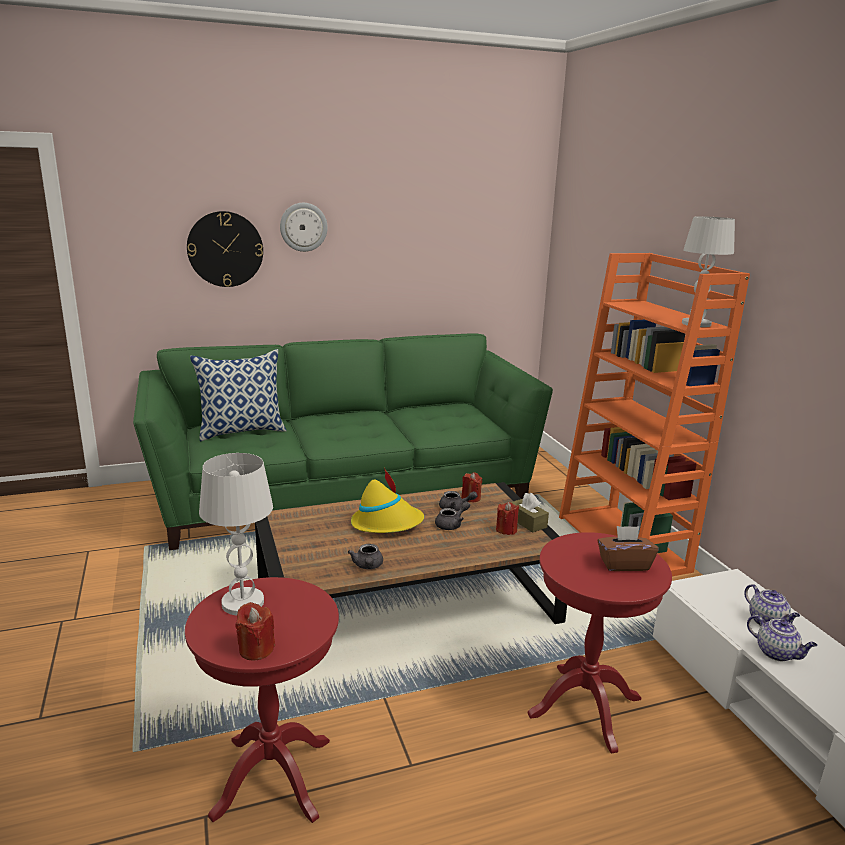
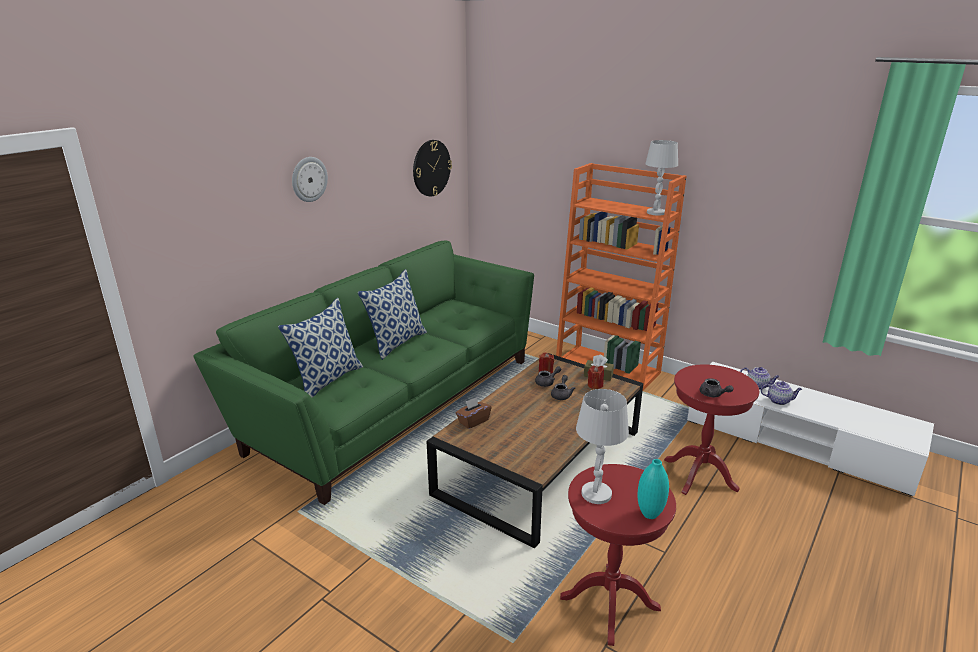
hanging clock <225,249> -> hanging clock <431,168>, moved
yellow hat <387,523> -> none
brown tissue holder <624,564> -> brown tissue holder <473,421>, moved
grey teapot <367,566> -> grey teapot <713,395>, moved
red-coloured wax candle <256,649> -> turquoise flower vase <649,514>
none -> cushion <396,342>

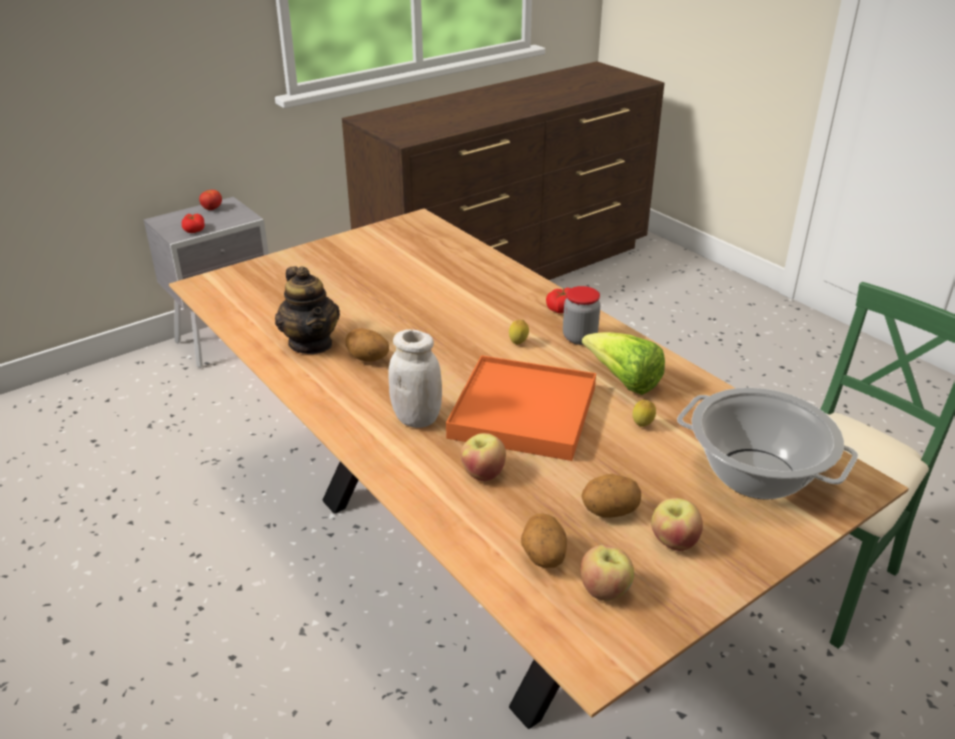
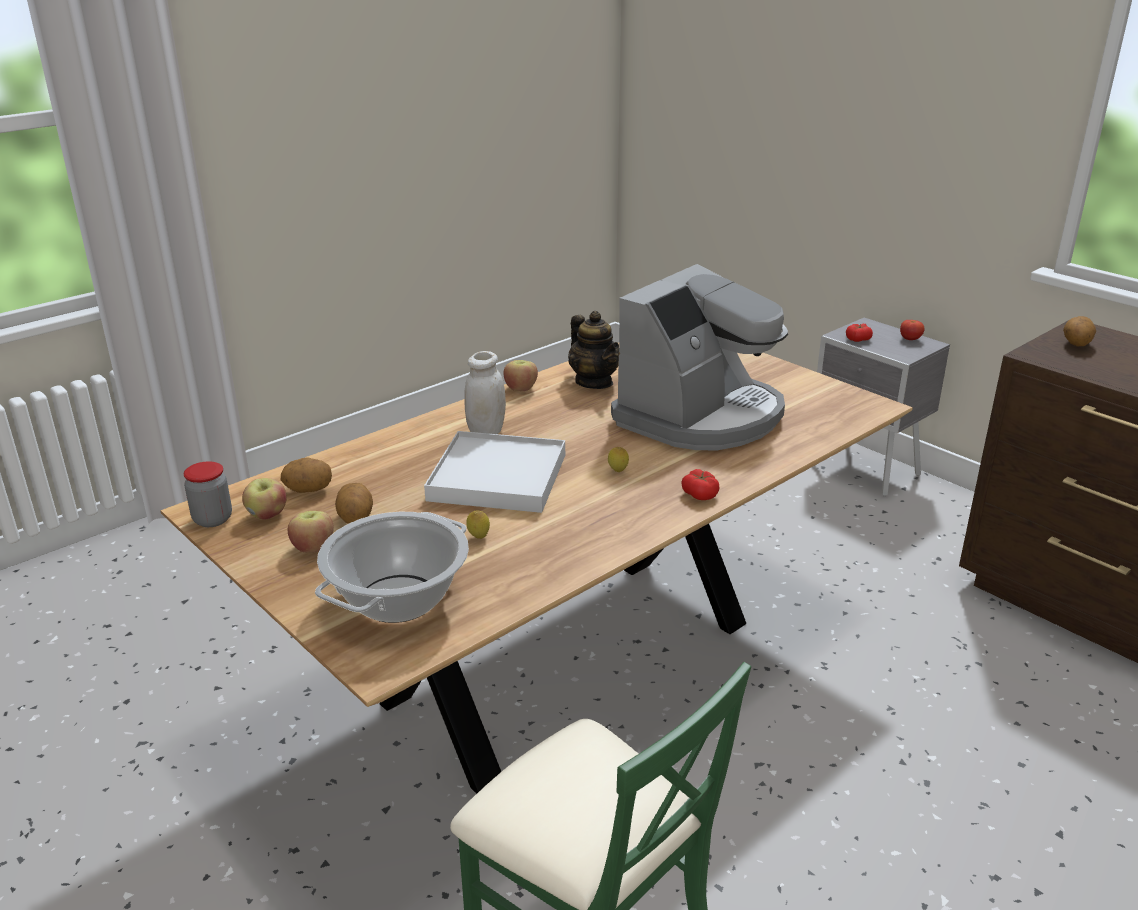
teapot <311,343> -> teapot <594,382>, 90 degrees counterclockwise
storage jar <579,338> -> storage jar <213,519>, moved
whole potato <367,359> -> whole potato <1076,344>, moved
lettuce <623,381> -> none
orange-coloured tray <523,412> -> white-coloured tray <498,477>
apple fruit <482,473> -> apple fruit <521,388>, moved
none -> coffee brewer <701,416>

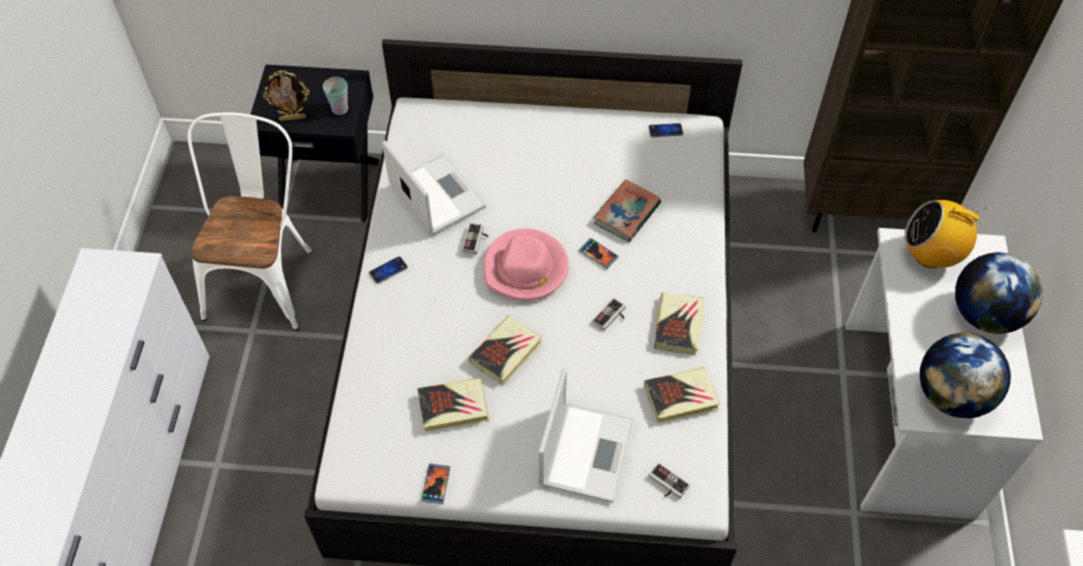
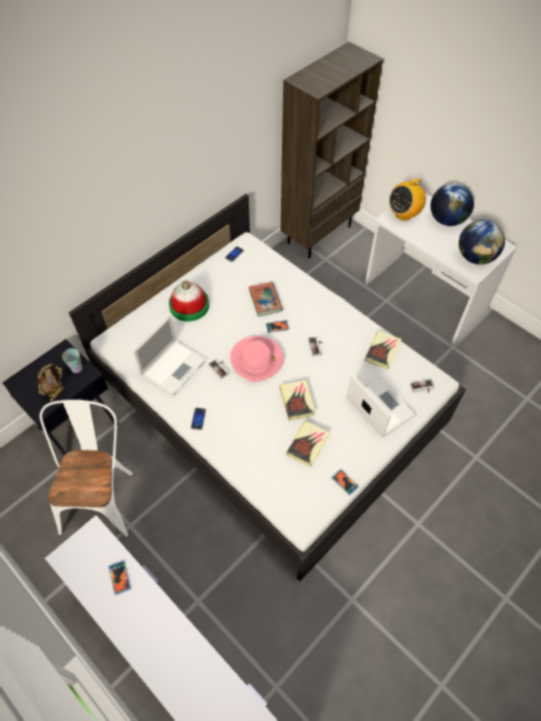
white-coloured plain chair <264,276> -> white-coloured plain chair <101,496>, 45 degrees clockwise
laptop <435,194> -> laptop <174,366>, 120 degrees clockwise
volume <678,326> -> none
none -> hat <189,305>
none -> telephone <119,577>

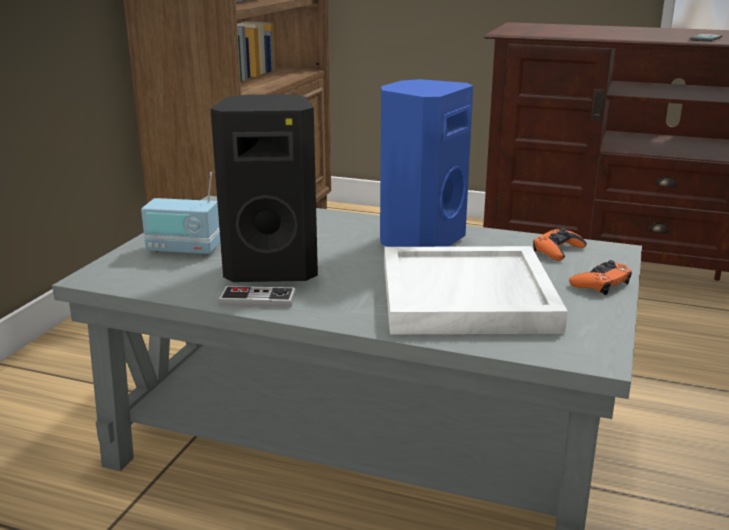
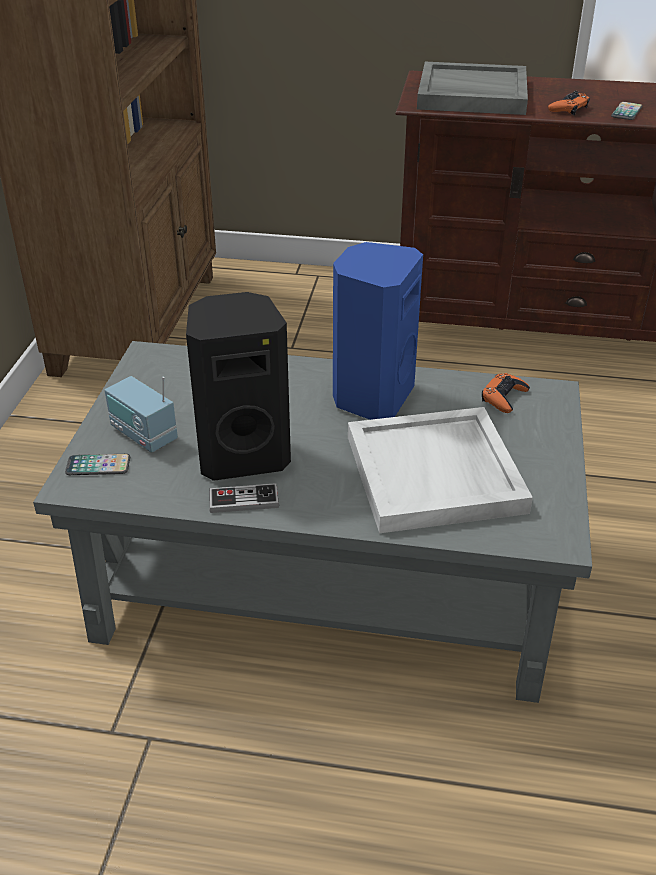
radio receiver <183,250> -> radio receiver <143,435>, 45 degrees clockwise
orange-coloured gamepad <600,283> -> orange-coloured gamepad <568,108>, moved
none -> grey tray <471,94>
none -> telephone <98,466>

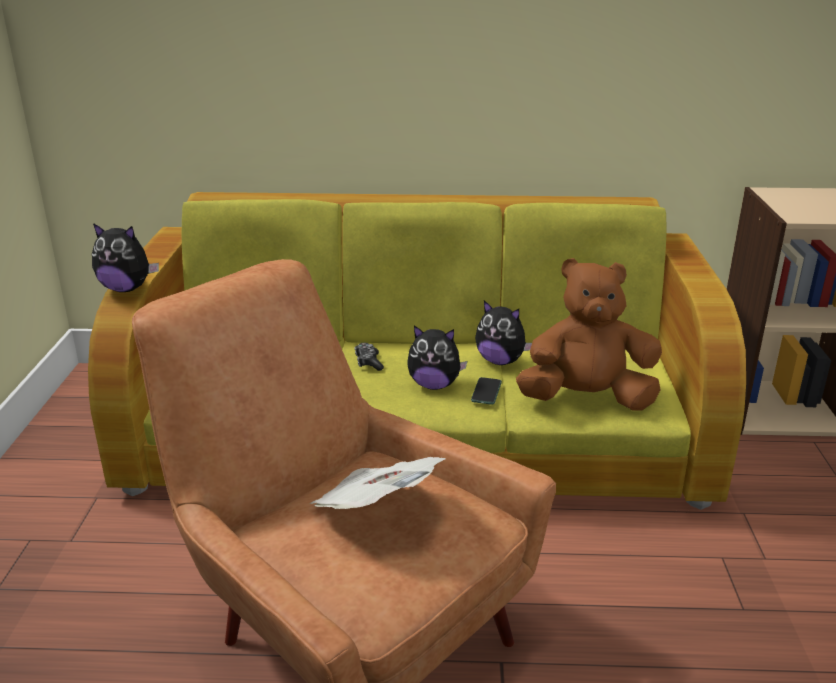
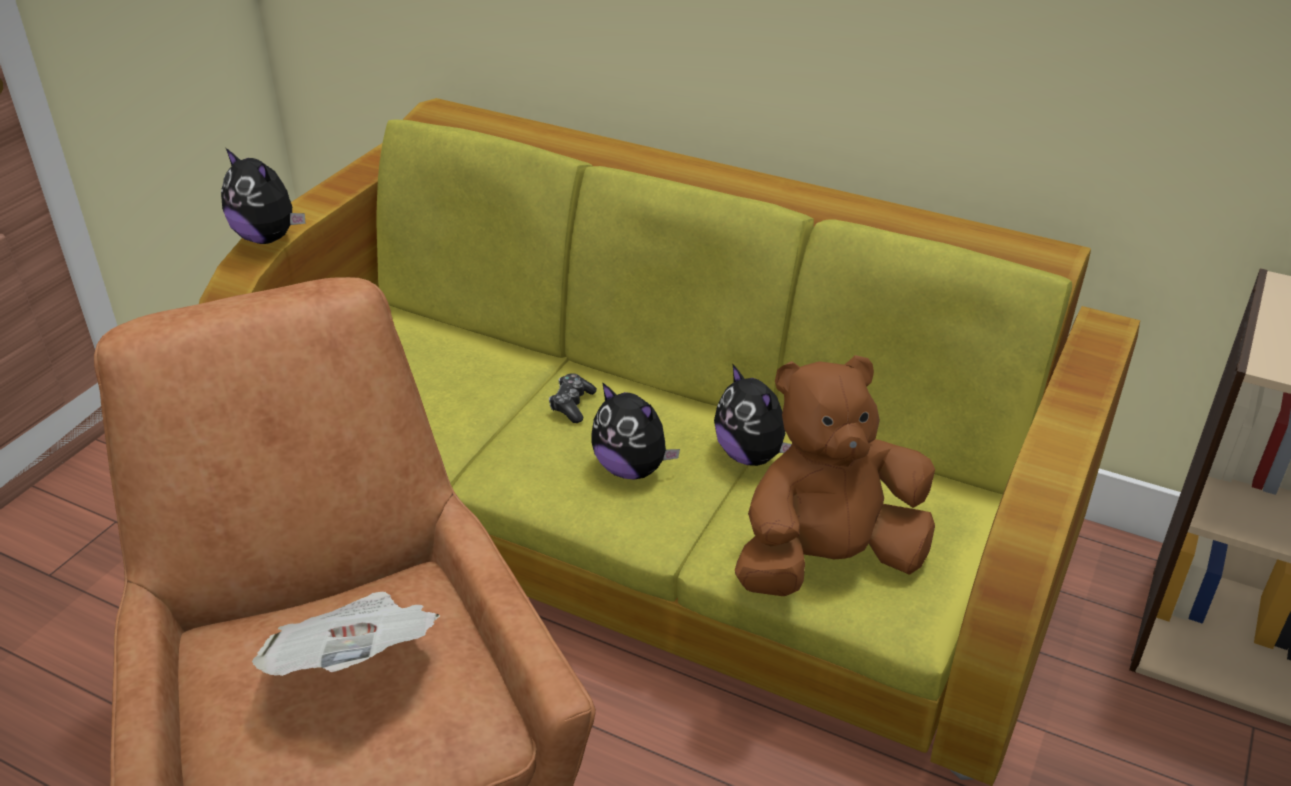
brown cuddly toy <586,399> -> brown cuddly toy <827,560>, 45 degrees counterclockwise
telephone <486,392> -> none

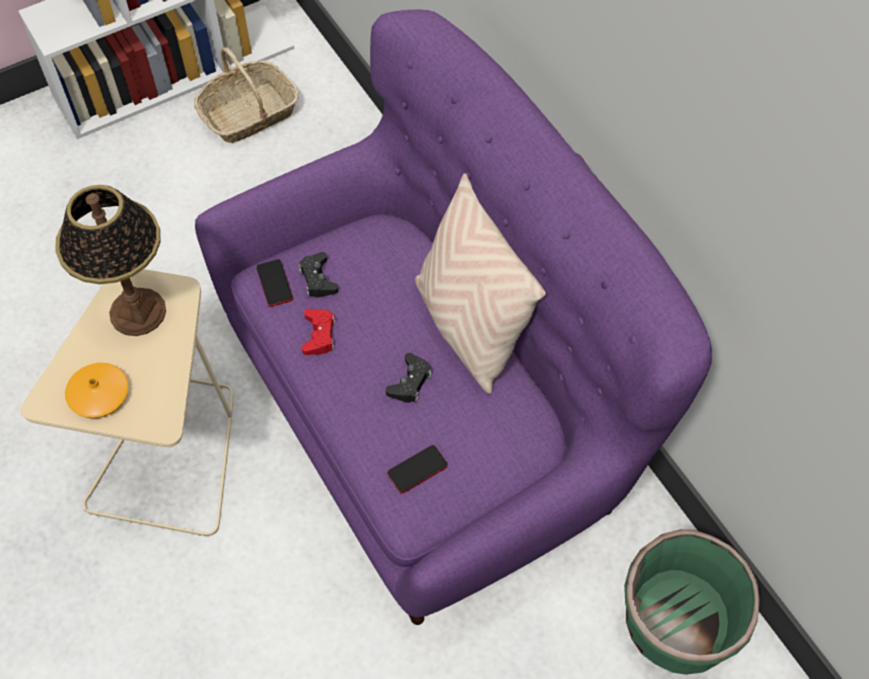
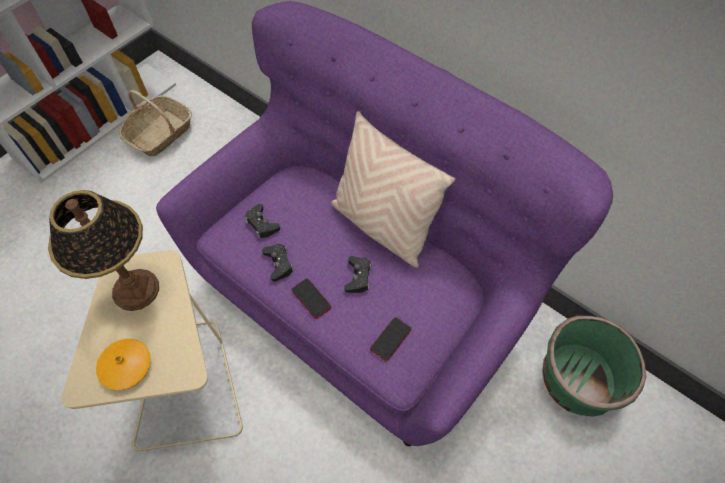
telephone <274,283> -> telephone <311,299>, moved
red-coloured gamepad <319,335> -> blackish gamepad <279,264>

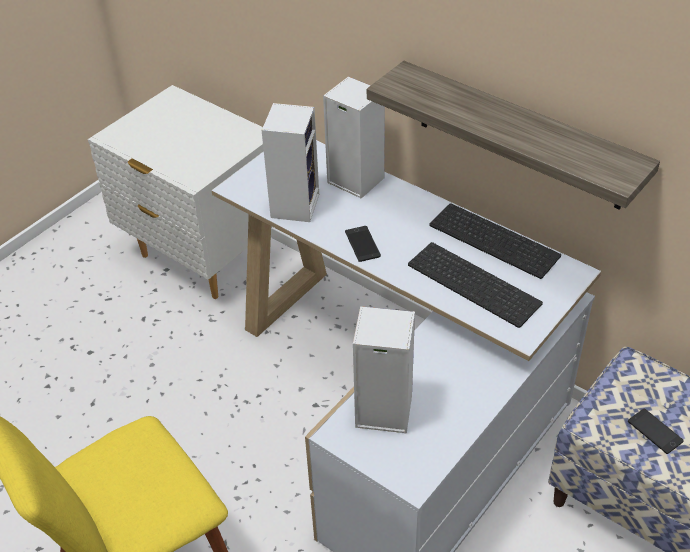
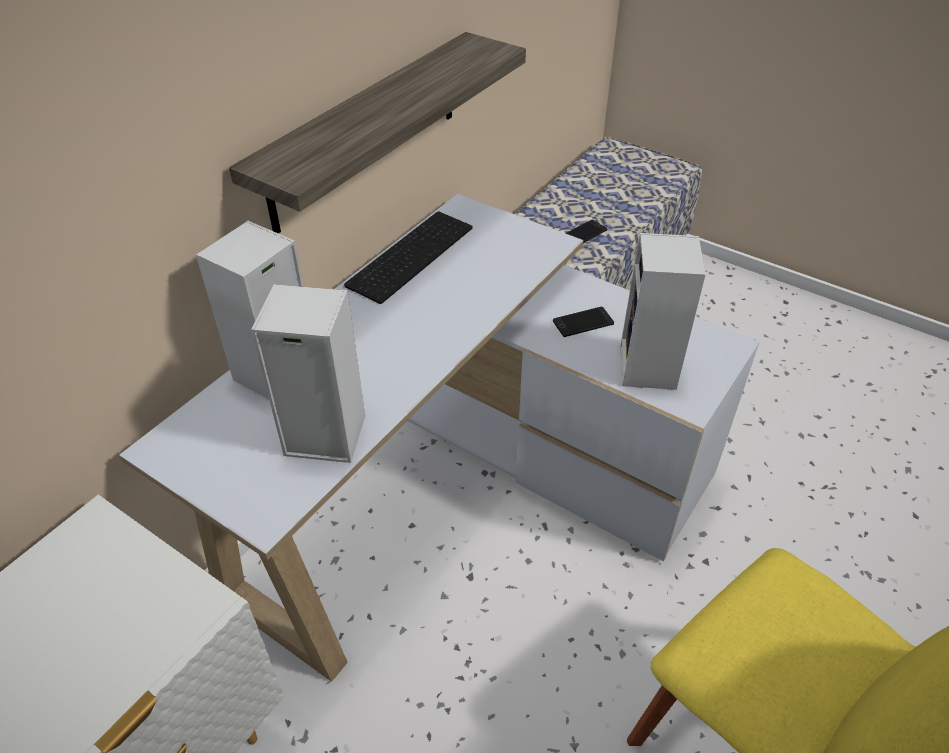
telephone <362,244> -> telephone <583,322>, moved
PC keyboard <476,283> -> none

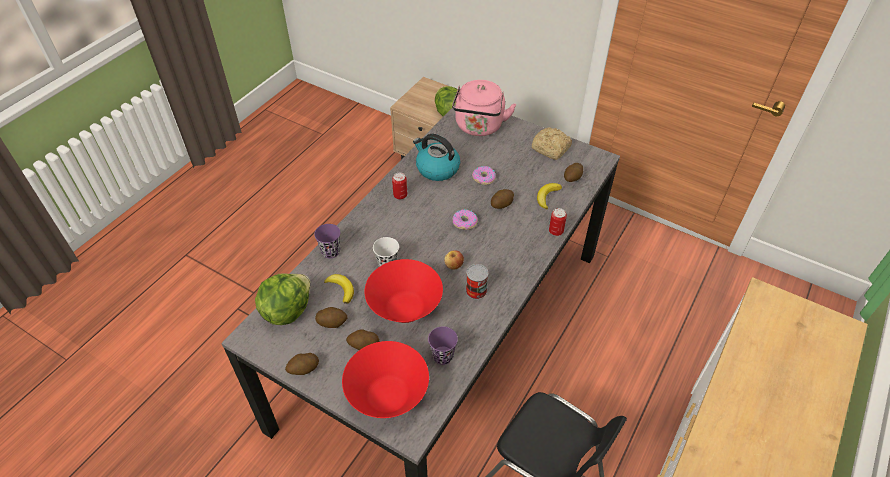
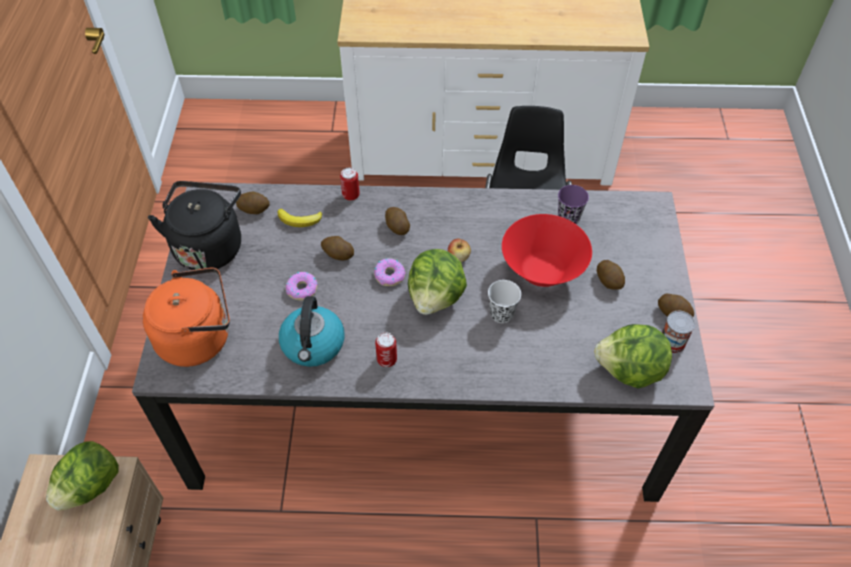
pinkish water kettle <479,127> -> orange-coloured water kettle <199,337>
bread <551,149> -> blackish water kettle <209,245>
purplish drinking cup <331,251> -> none
can <476,290> -> can <672,342>, moved
banana <341,289> -> none
whole potato <332,322> -> whole potato <397,227>, moved
red-coloured bowl <388,395> -> none
none -> lettuce <436,297>

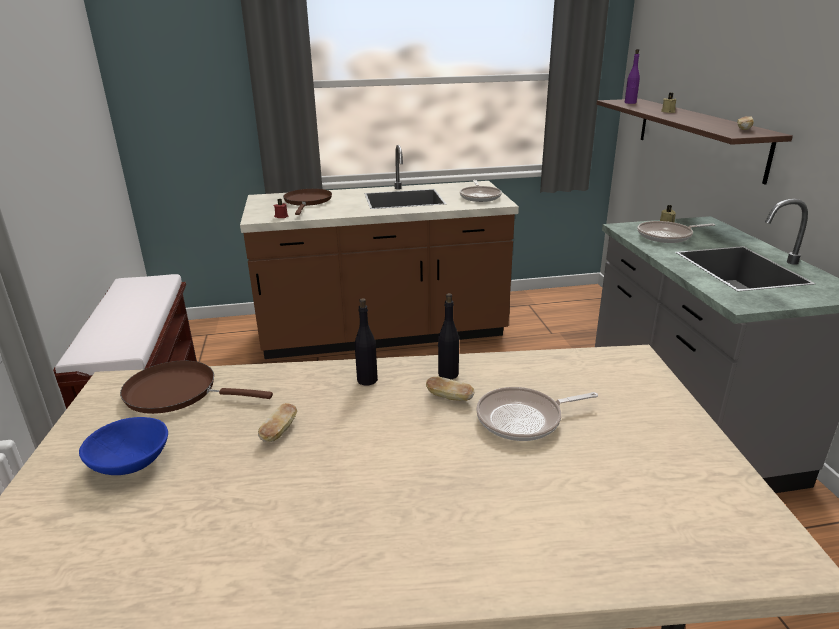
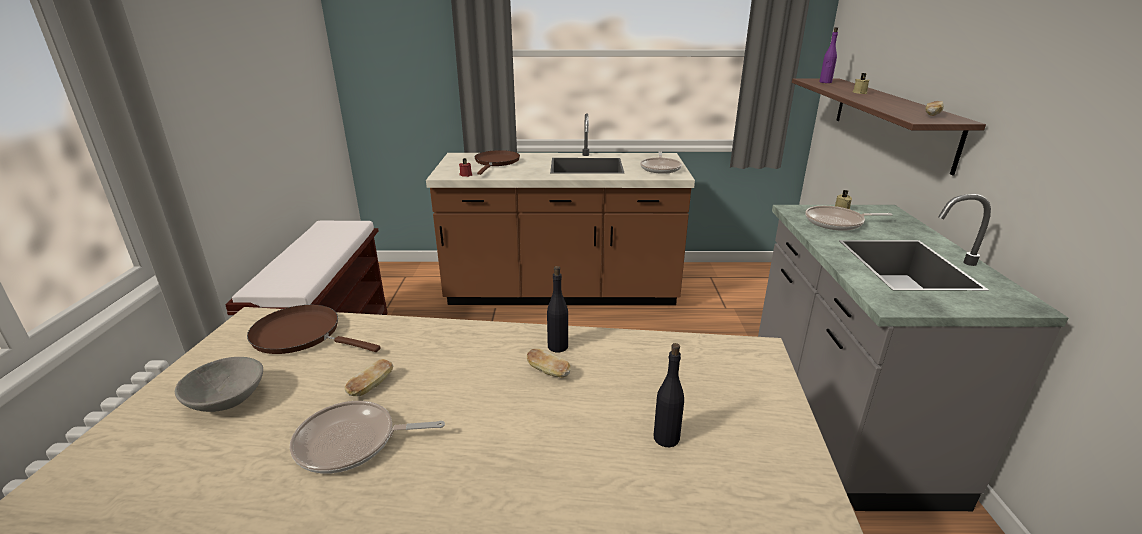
blackish bottle <367,380> -> blackish bottle <666,438>, moved
skillet <524,419> -> skillet <352,443>, moved
blue-coloured bowl <131,462> -> grey bowl <227,400>

